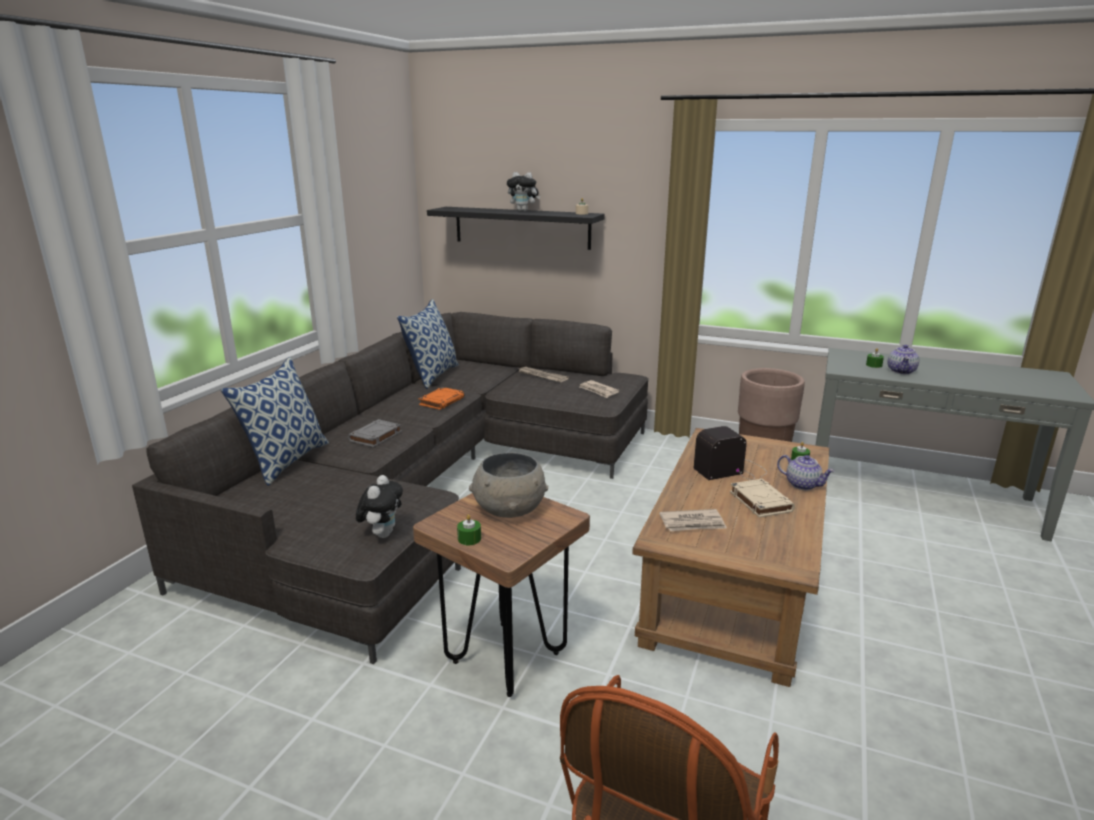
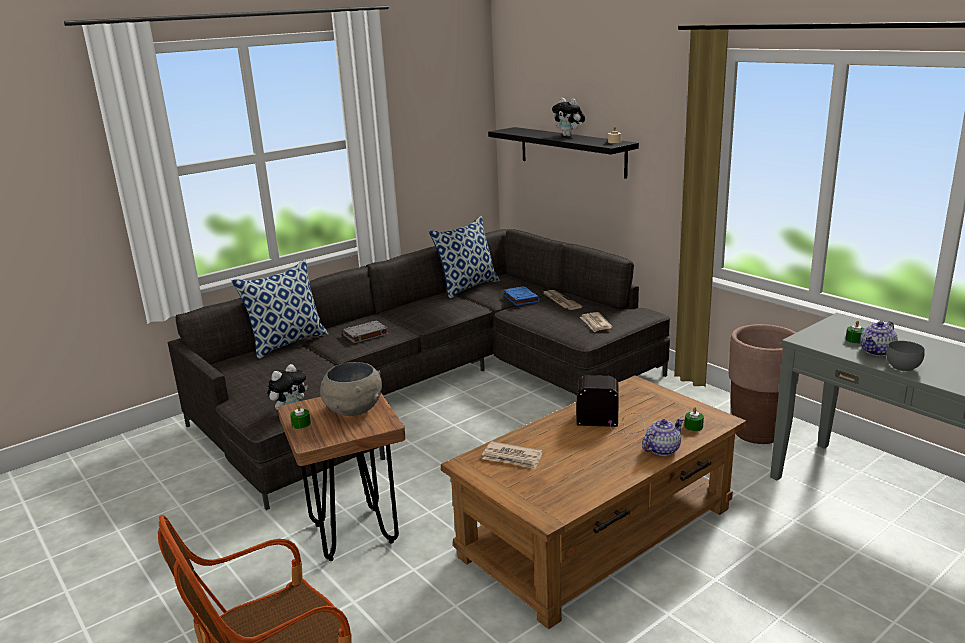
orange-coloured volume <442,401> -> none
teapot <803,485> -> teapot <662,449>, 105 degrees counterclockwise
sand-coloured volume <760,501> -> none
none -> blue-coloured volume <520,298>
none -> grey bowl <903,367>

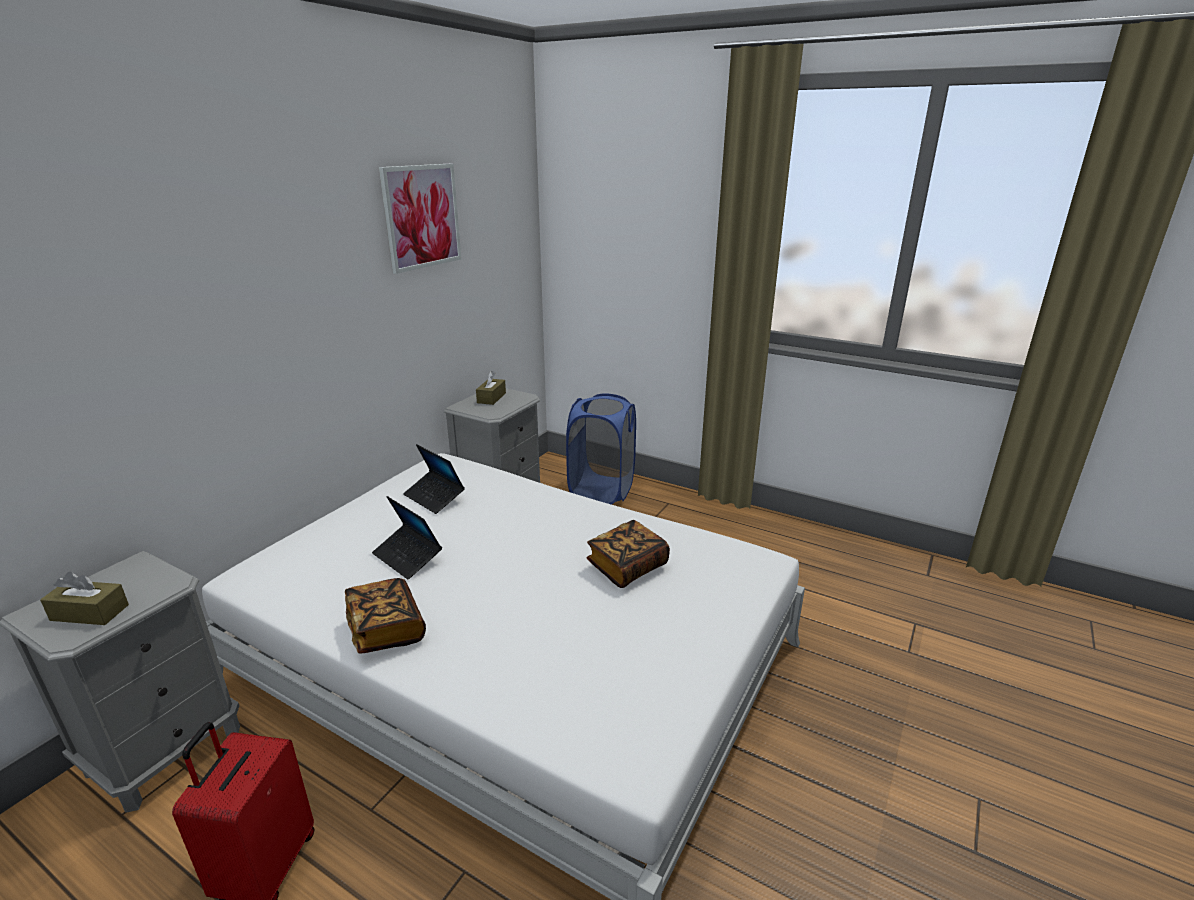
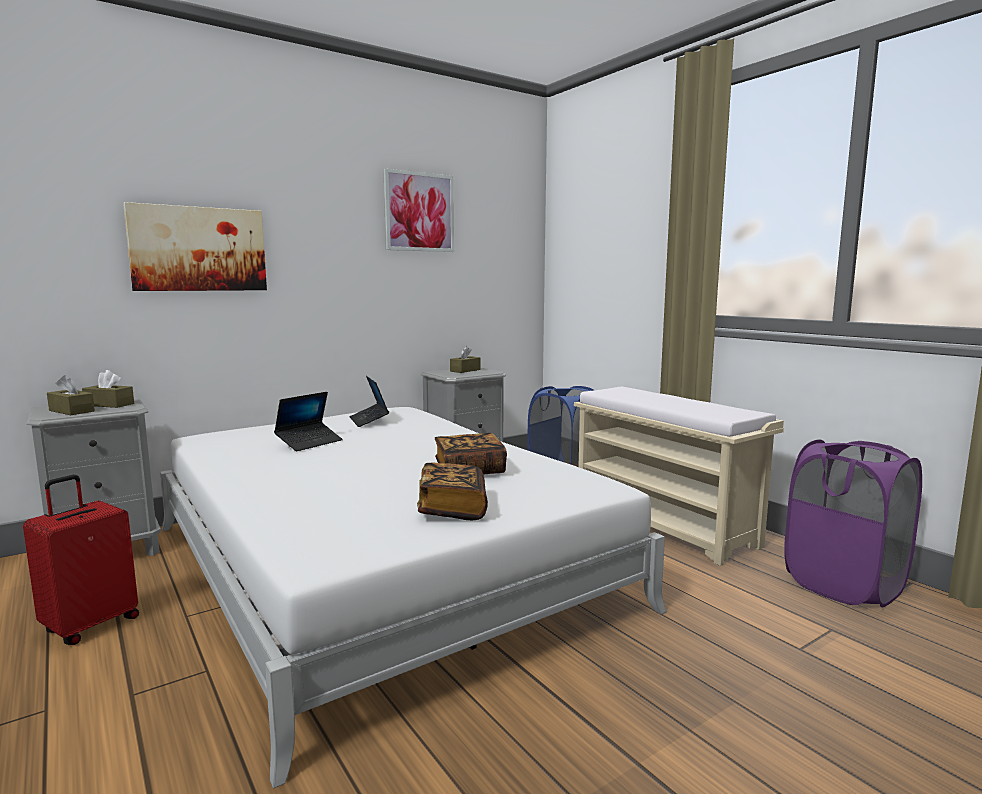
laptop <407,557> -> laptop <309,442>, 120 degrees counterclockwise
volume <386,630> -> volume <452,508>, moved
none -> wall picture <198,249>
none -> brown tissue holder <109,404>
none -> sand-coloured bench <664,524>
none -> purplish hamper <844,585>

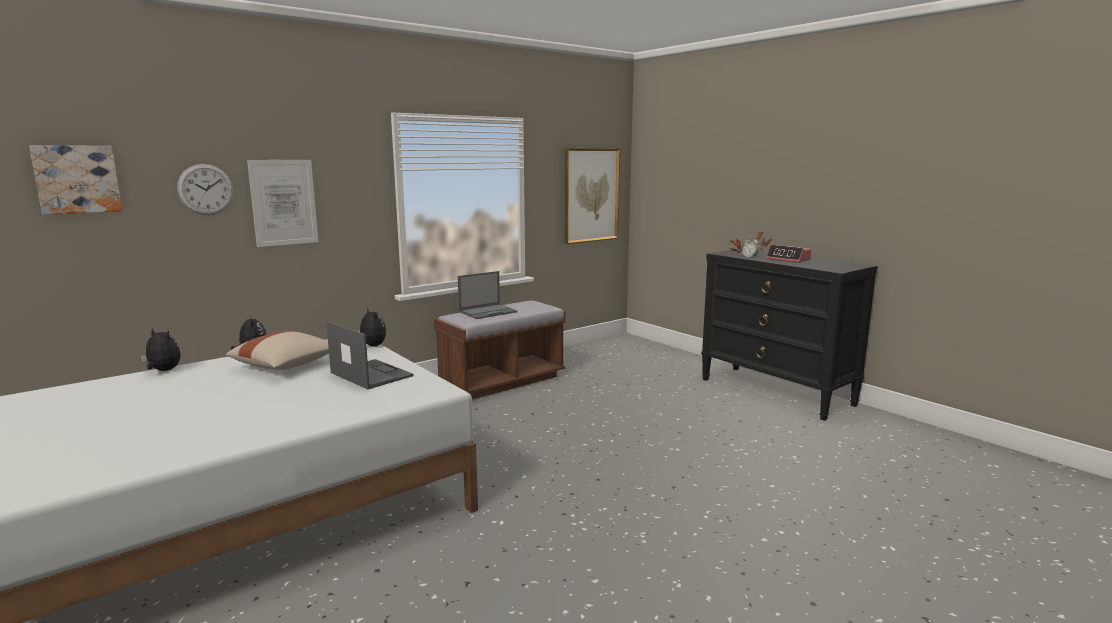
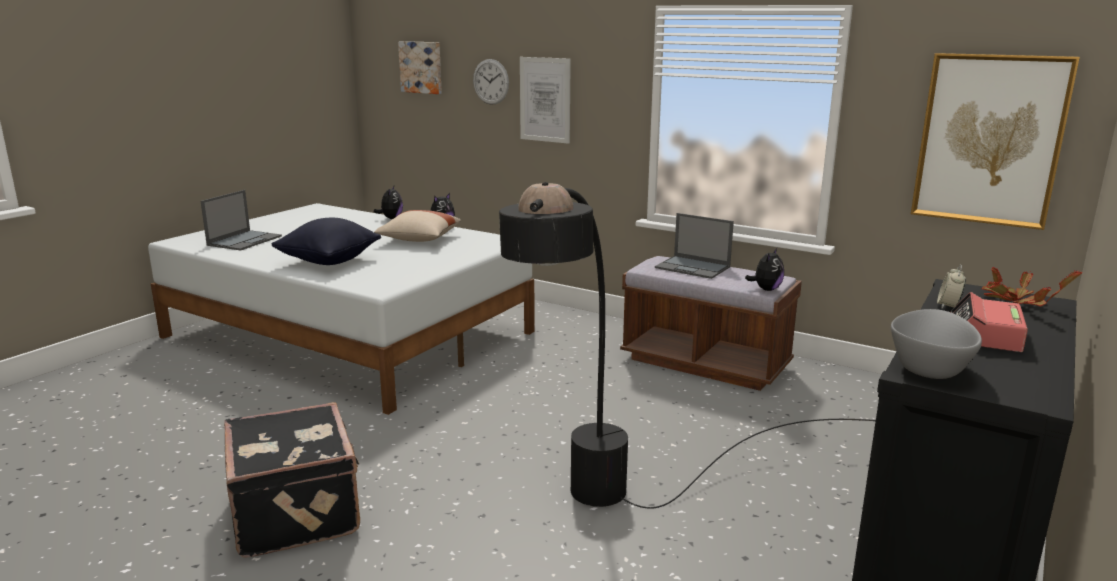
cuddly toy <372,346> -> cuddly toy <766,289>, moved
laptop <370,374> -> laptop <245,240>, moved
none -> blackish standard lamp <620,536>
none -> blackish cushion <329,261>
none -> grey bowl <930,367>
none -> blackish suitcase <298,512>

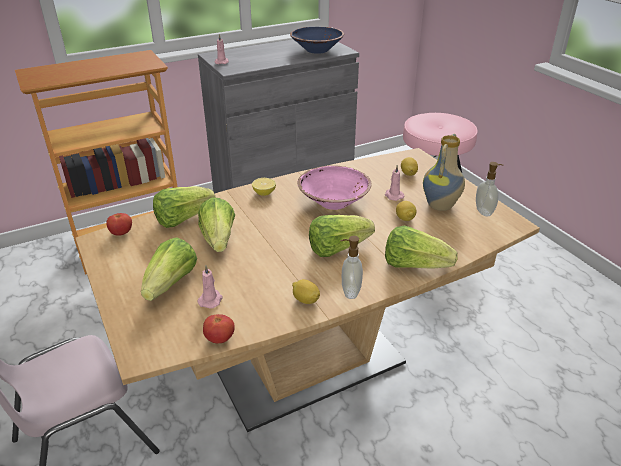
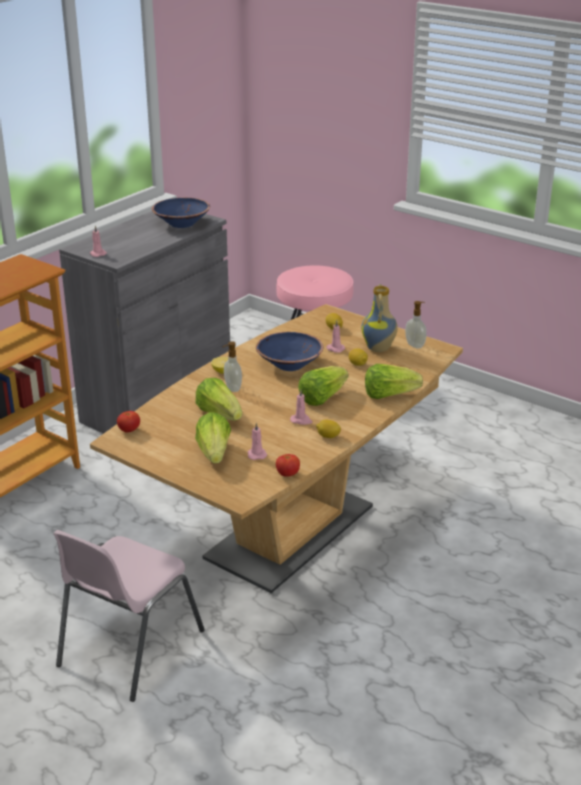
pinkish bowl <333,202> -> blue-coloured bowl <289,365>
lettuce <183,219> -> none
soap bottle <350,292> -> soap bottle <232,388>, moved
none -> pinkish wax candle <301,420>

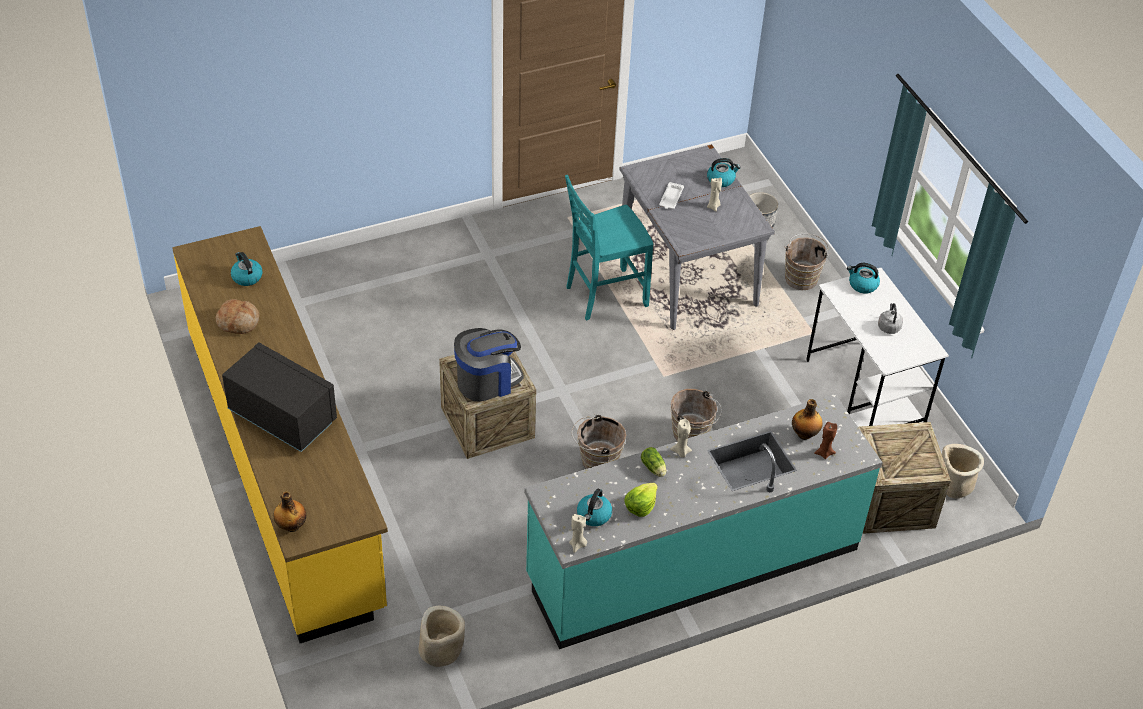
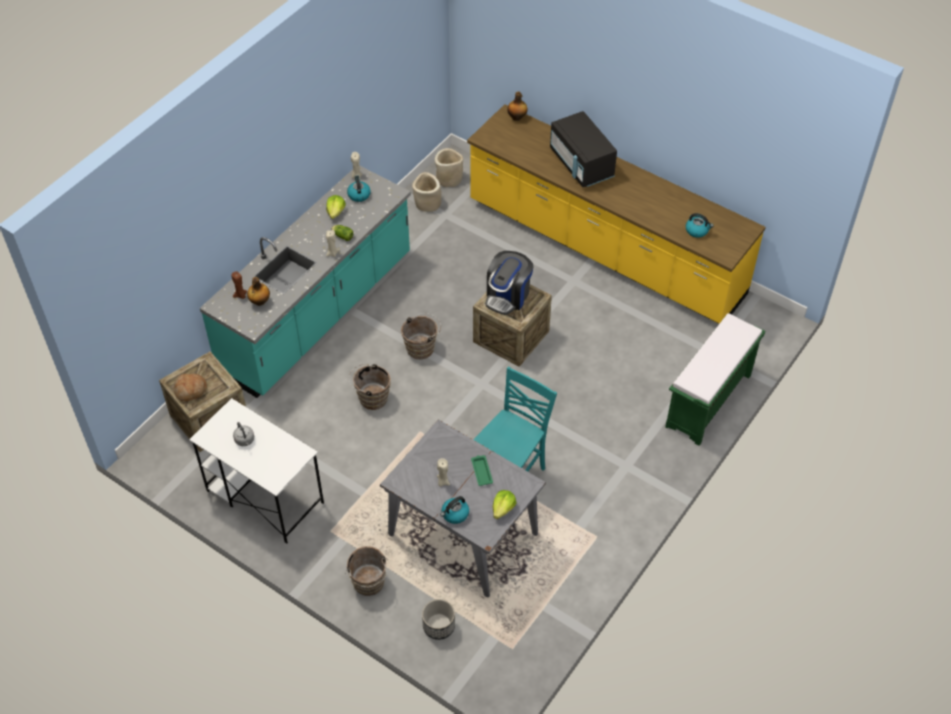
white-coloured tray <671,198> -> greenish tray <481,471>
water kettle <862,285> -> none
bread <238,322> -> bread <190,390>, moved
blackish microwave oven <282,416> -> blackish microwave oven <581,164>, 60 degrees clockwise
sand-coloured planter <953,485> -> sand-coloured planter <449,179>, moved
none -> greenish bench <708,402>
none -> lettuce <503,509>

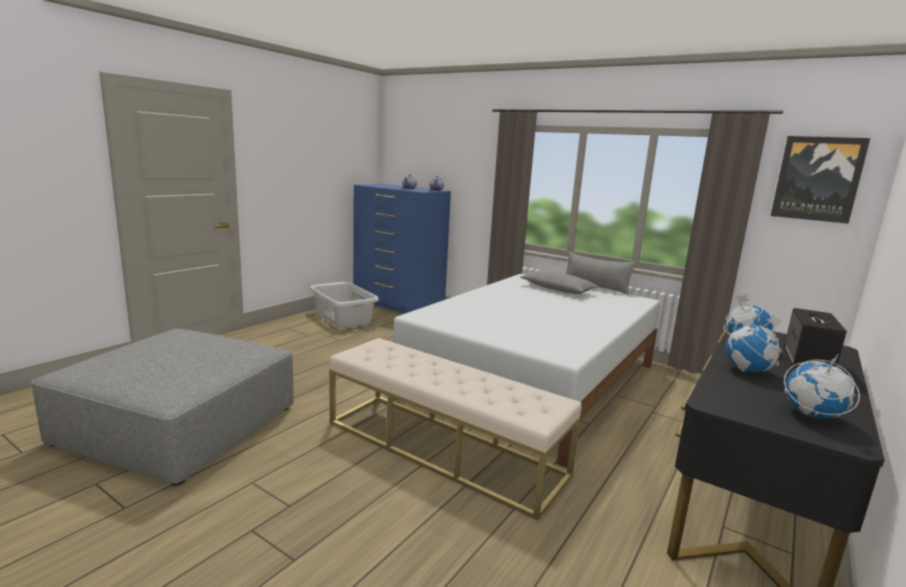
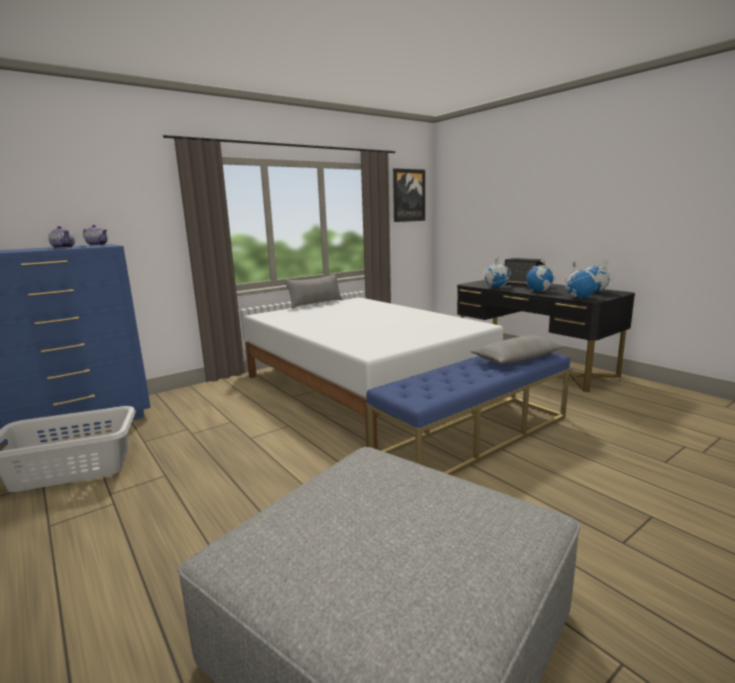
grey cushion <557,289> -> grey cushion <517,359>, moved
sand-coloured bench <443,448> -> blue-coloured bench <474,436>
none -> desk globe <579,298>

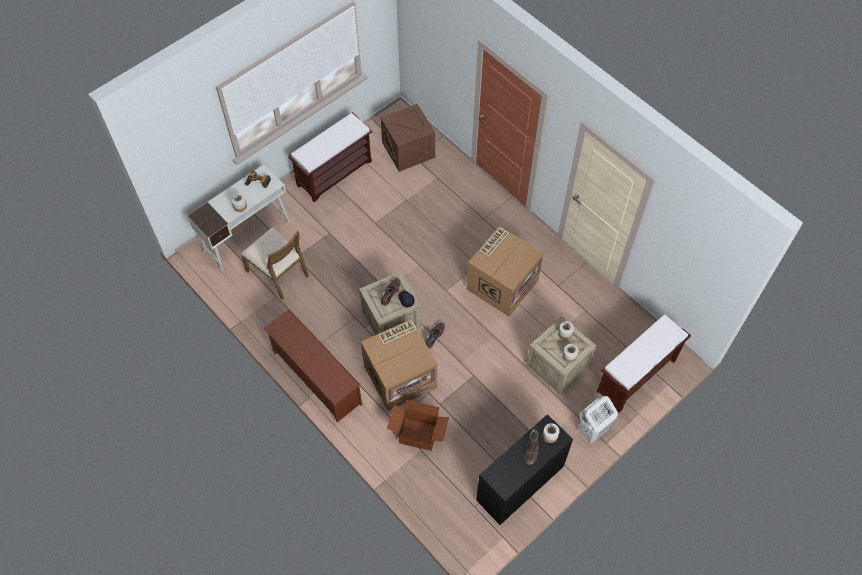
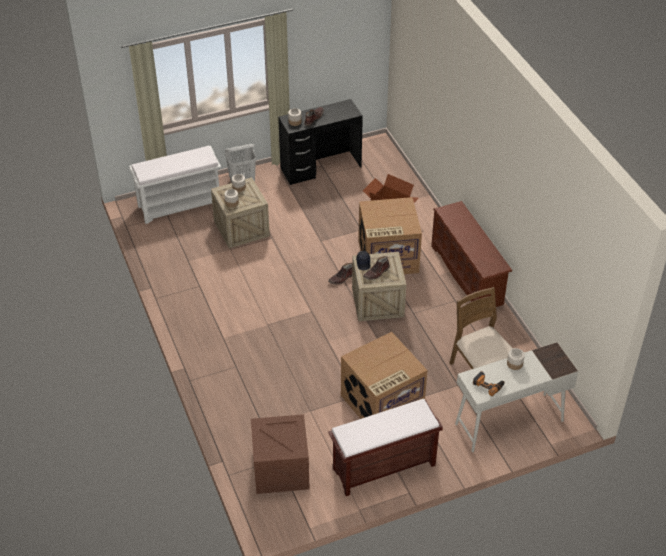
cardboard box <502,283> -> cardboard box <381,403>, moved
brown bench <636,377> -> white-coloured bench <180,204>

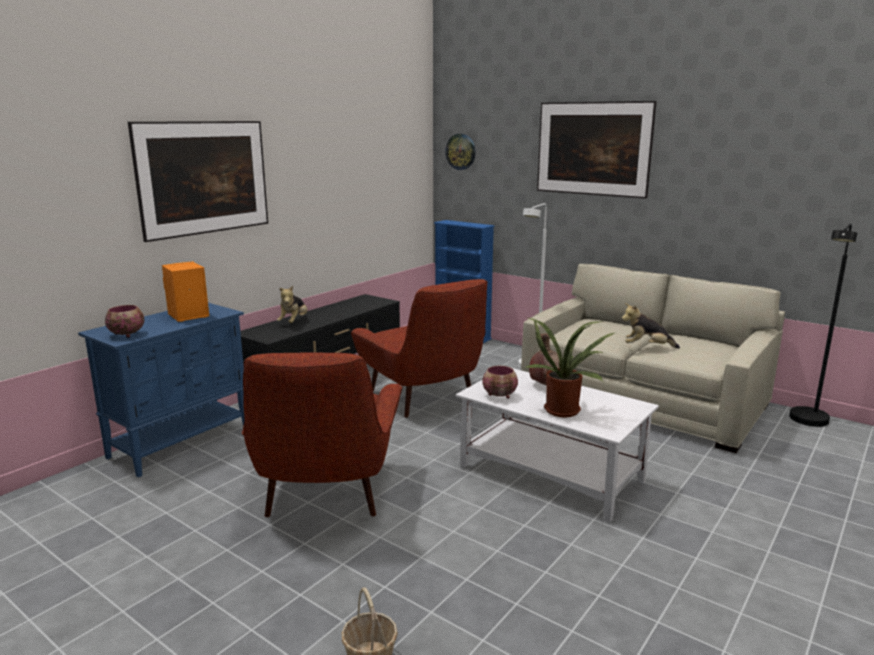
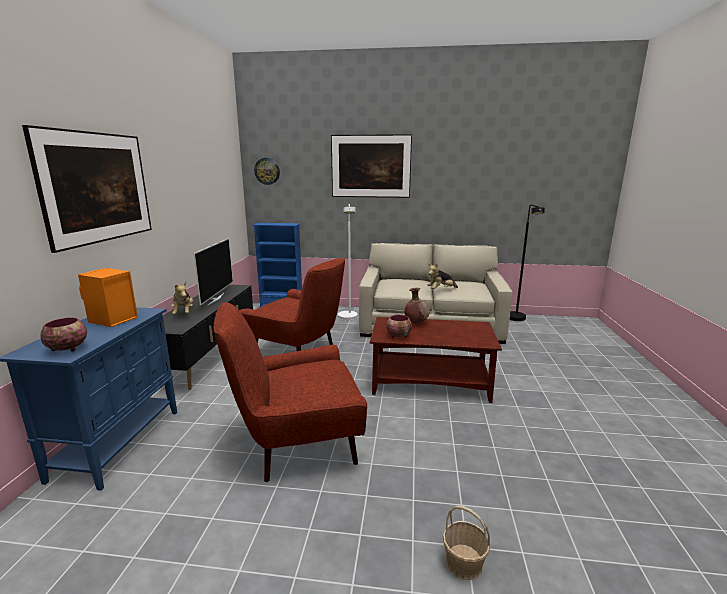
potted plant <564,409> -> none
red-coloured easy chair <326,493> -> red-coloured easy chair <297,444>, 105 degrees clockwise
white-coloured lounge table <552,474> -> brown lounge table <431,382>
none -> TV <215,299>

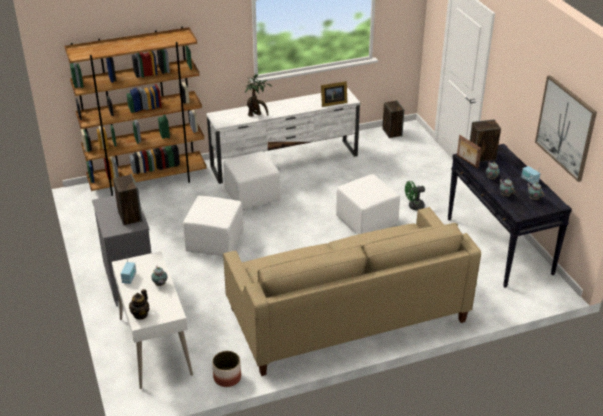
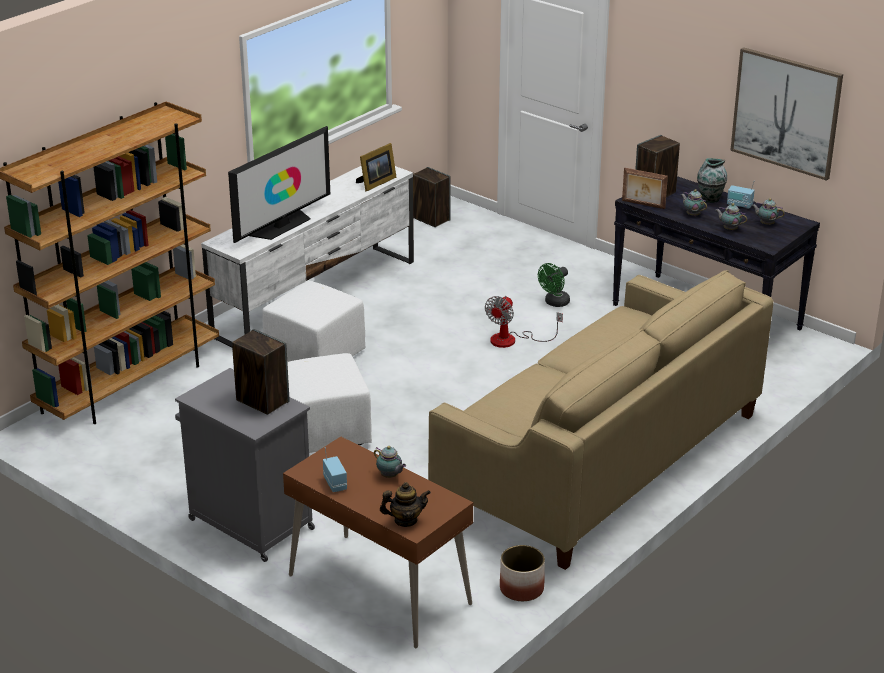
potted plant <256,115> -> TV <282,225>
white-coloured ottoman <367,222> -> cooling fan <512,340>
white-coloured desk table <154,346> -> brown desk table <378,590>
teapot <140,314> -> teapot <405,520>, 90 degrees counterclockwise
none -> flower vase <709,199>

